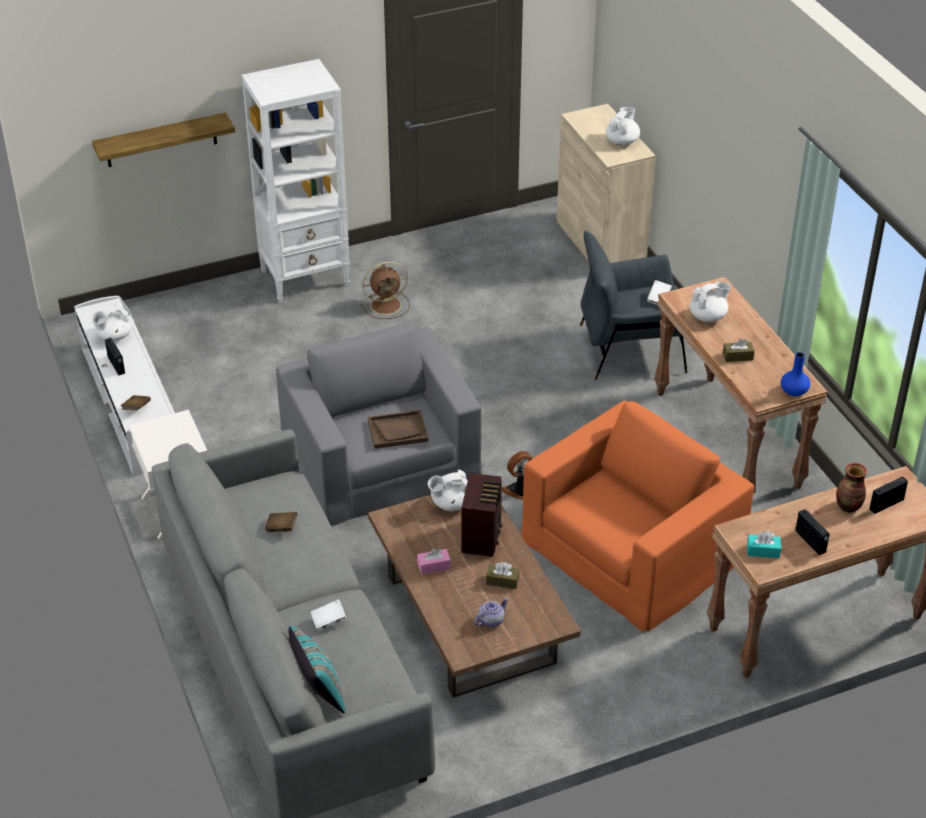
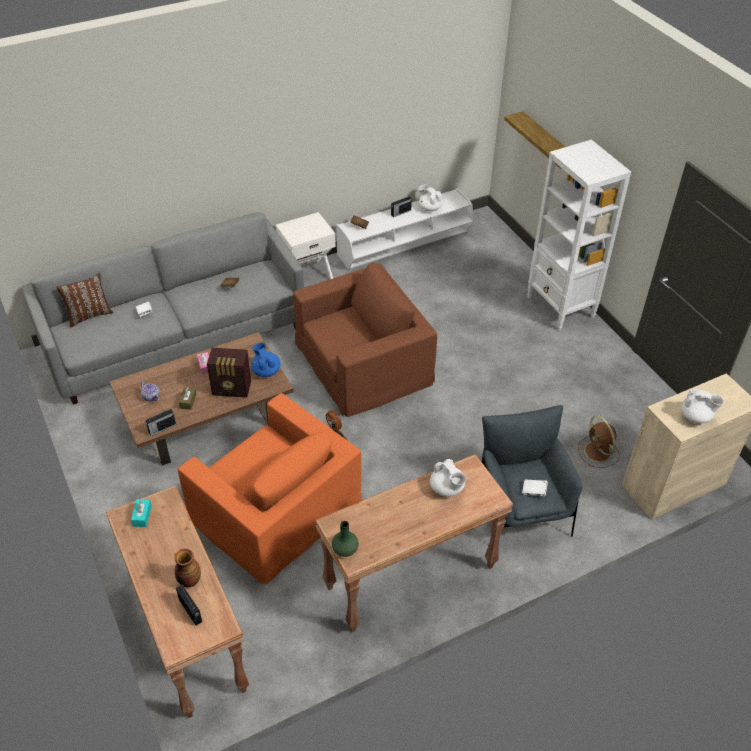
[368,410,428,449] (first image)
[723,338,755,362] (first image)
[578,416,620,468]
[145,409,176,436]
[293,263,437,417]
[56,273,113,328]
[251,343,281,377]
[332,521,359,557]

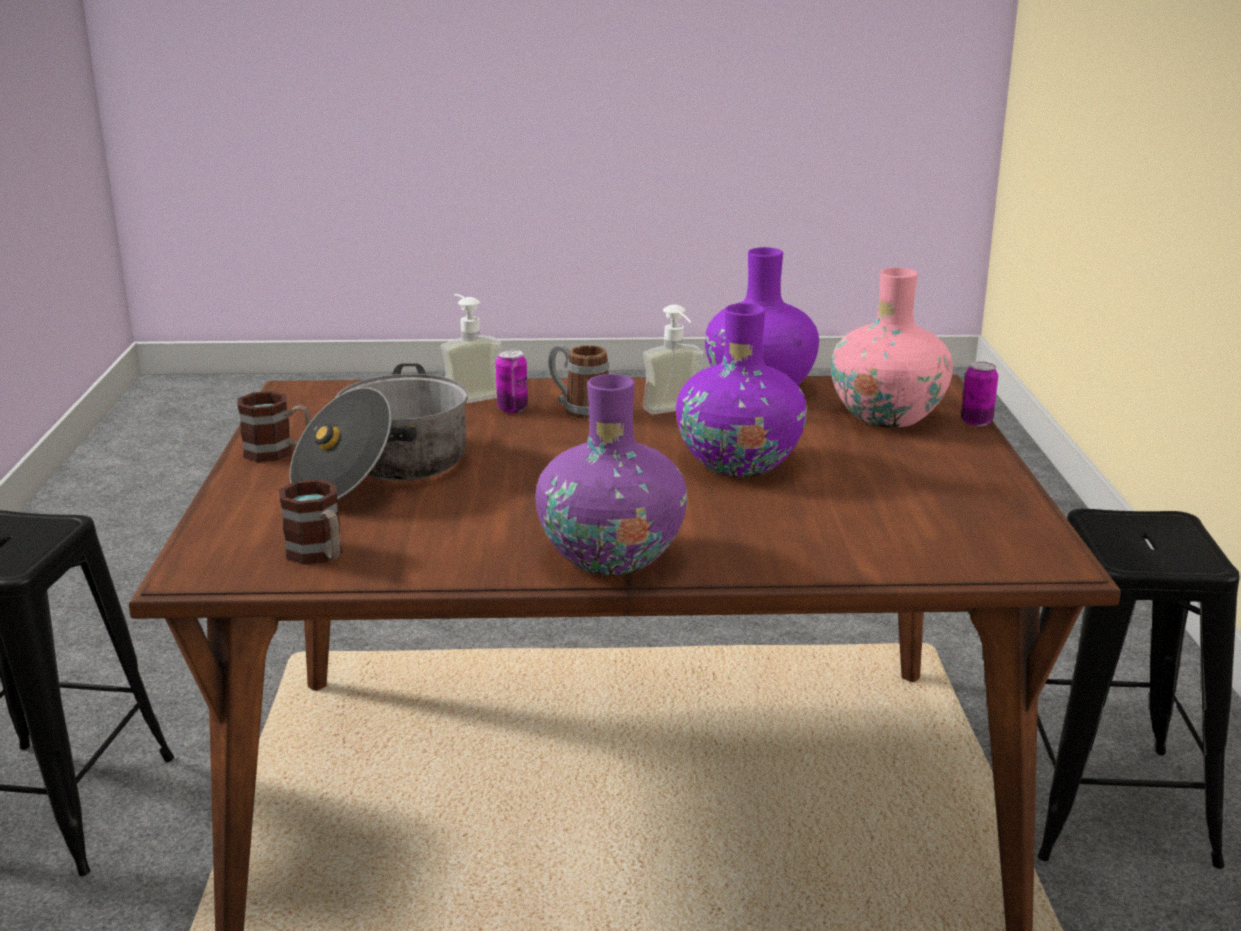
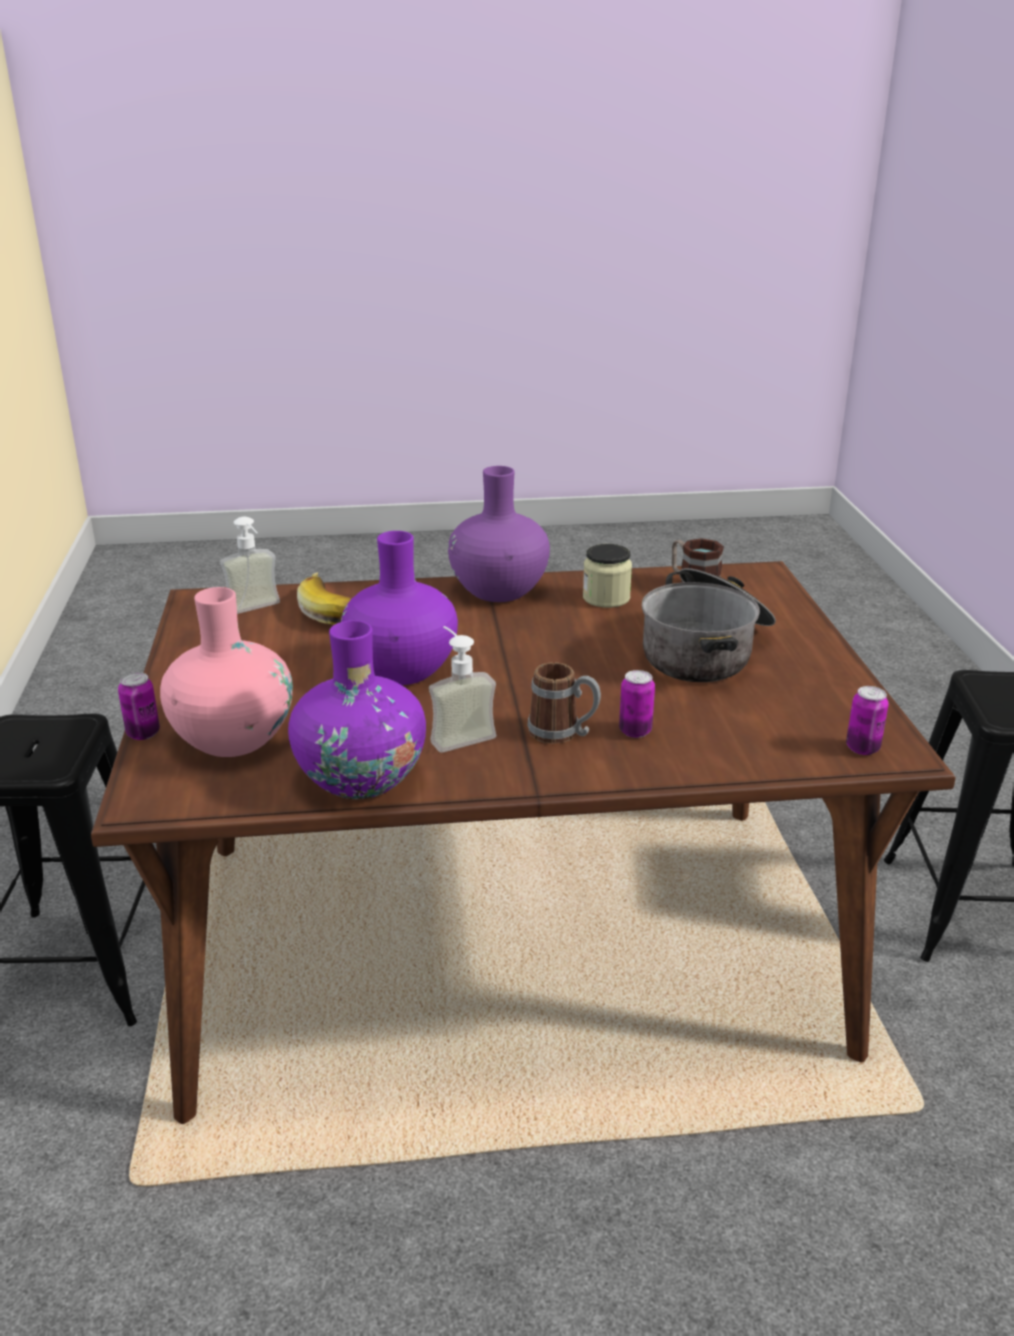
[237,391,311,462] (first image)
[297,572,352,625]
[583,544,632,608]
[846,686,889,755]
[220,517,280,614]

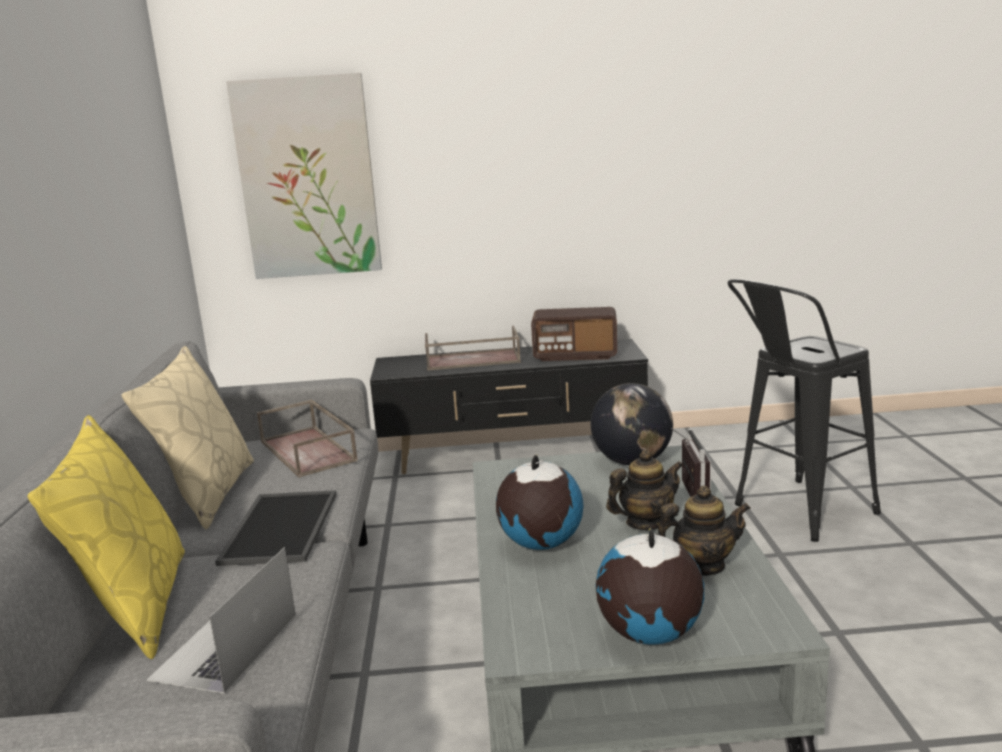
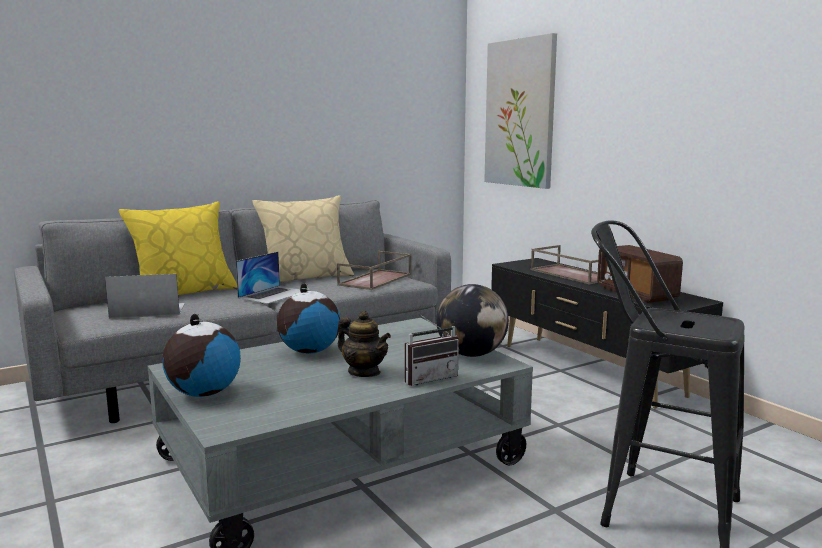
[656,486,751,576] (first image)
[236,252,300,304]

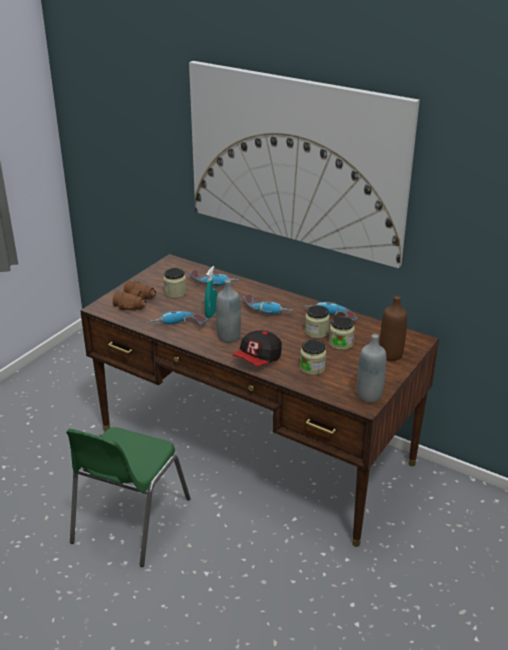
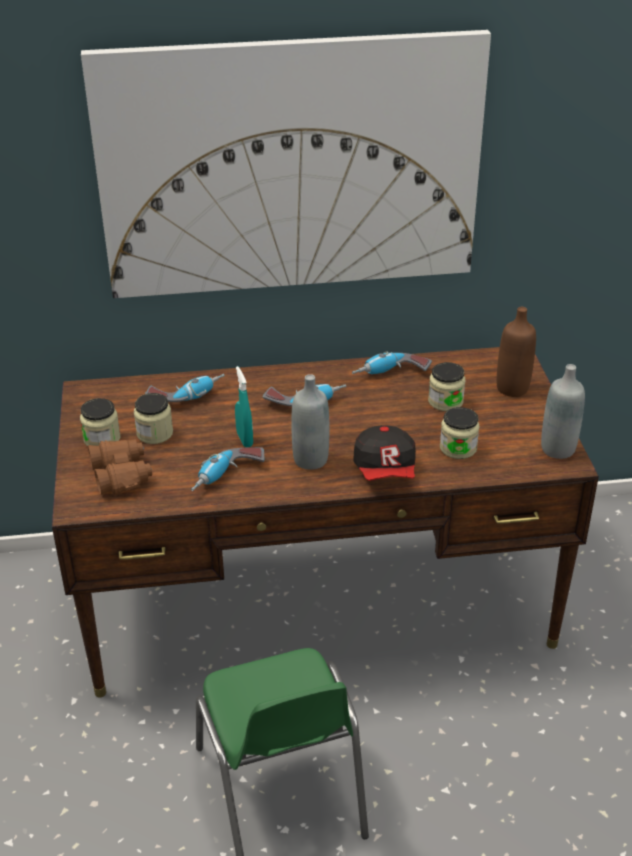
[80,398,120,446]

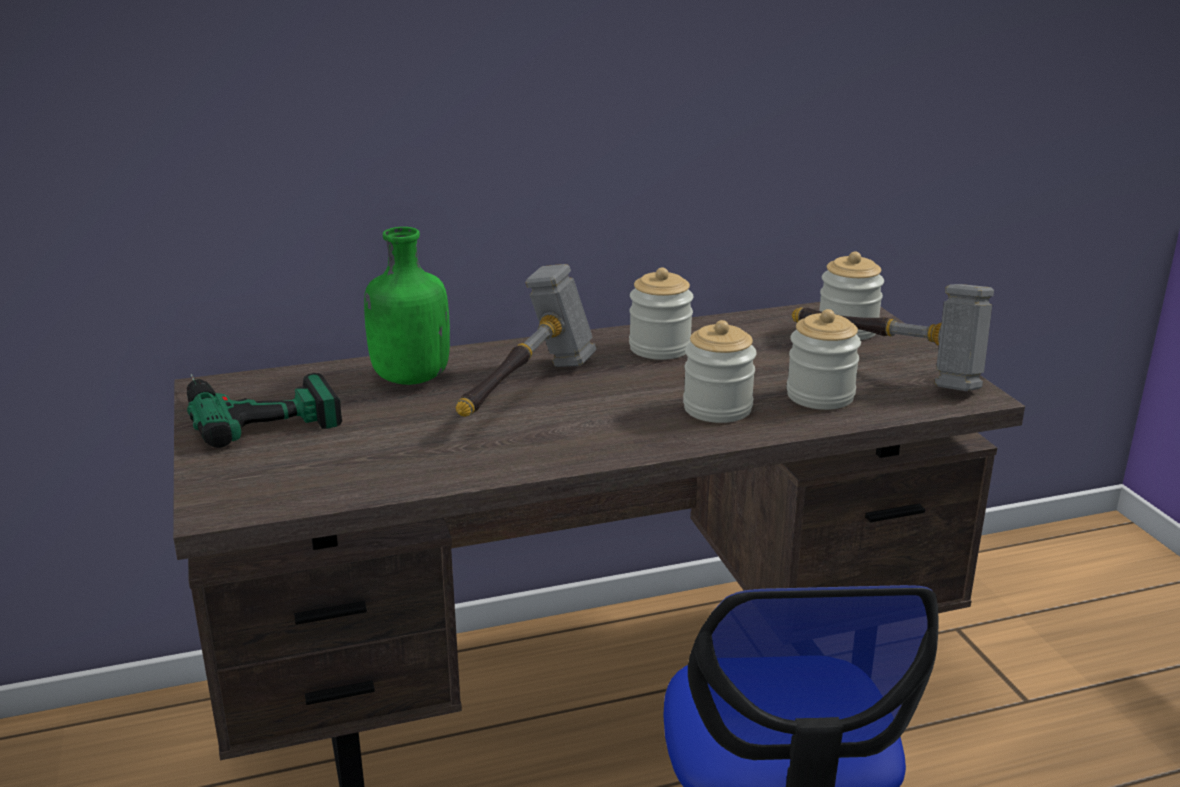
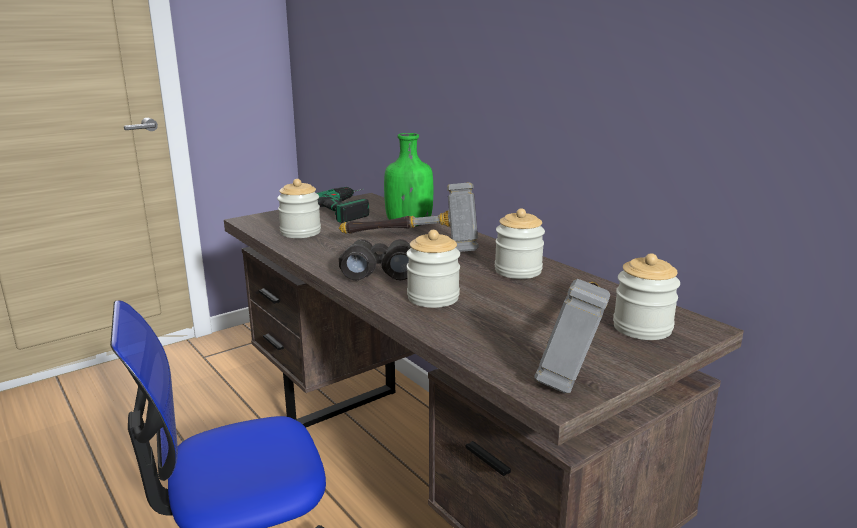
[339,239,411,280]
[277,179,321,238]

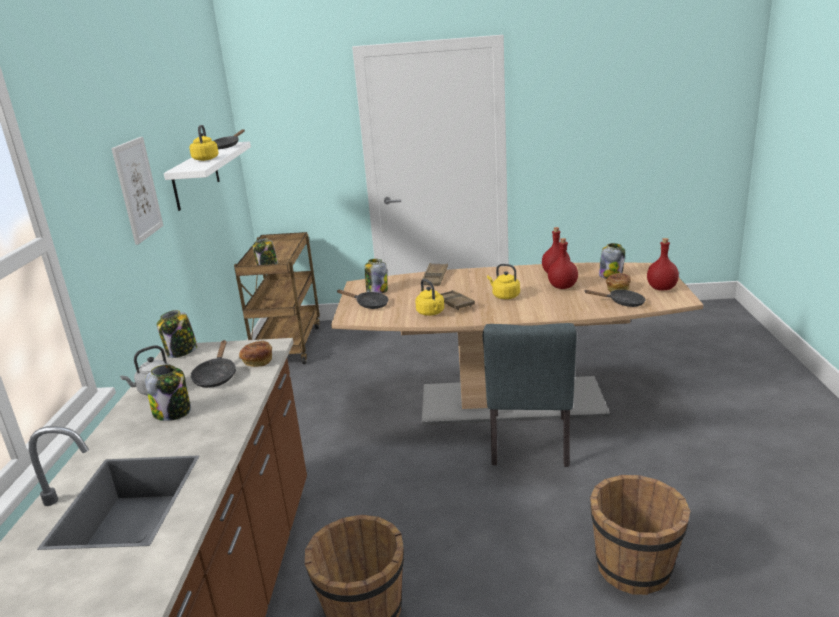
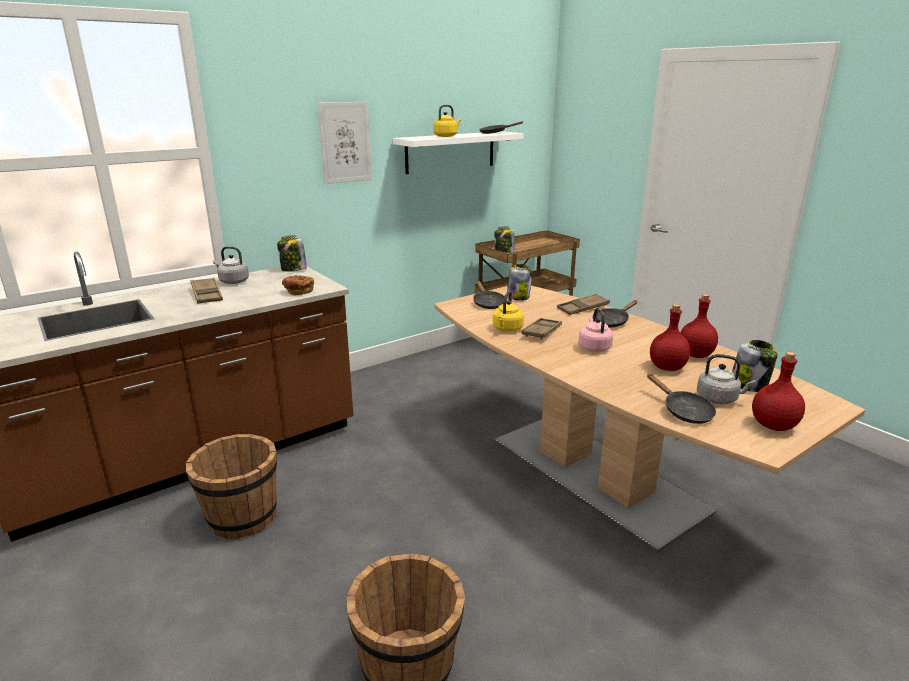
[483,323,577,467] (first image)
[592,300,638,328]
[190,278,223,304]
[697,354,756,404]
[578,308,613,352]

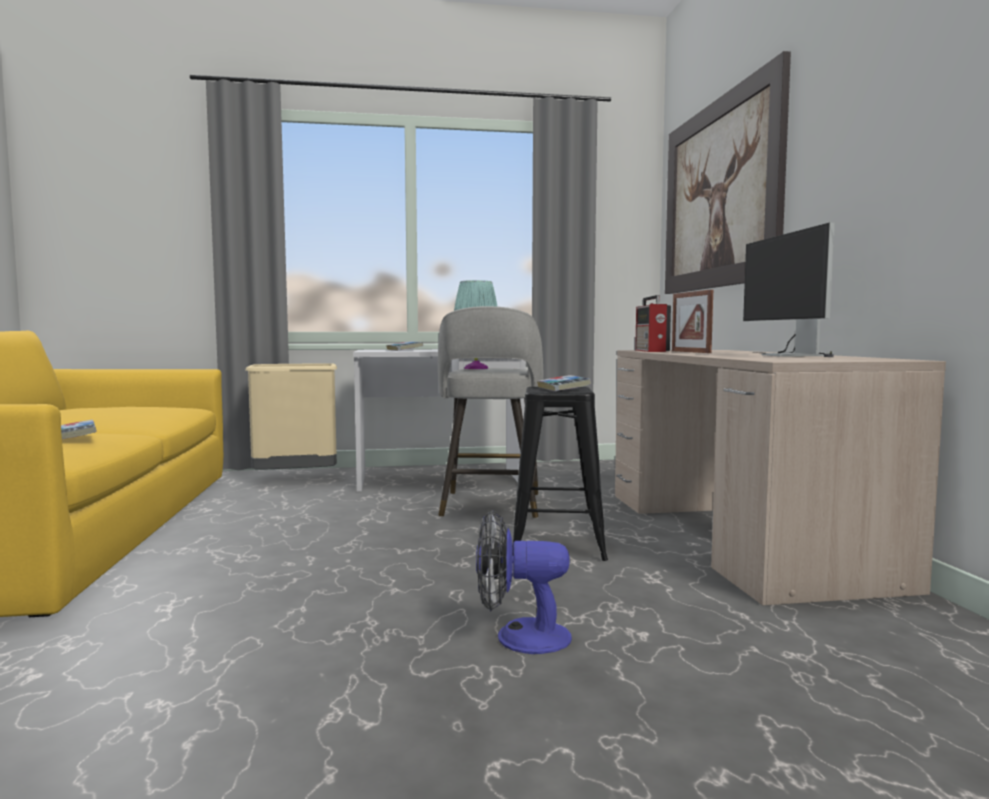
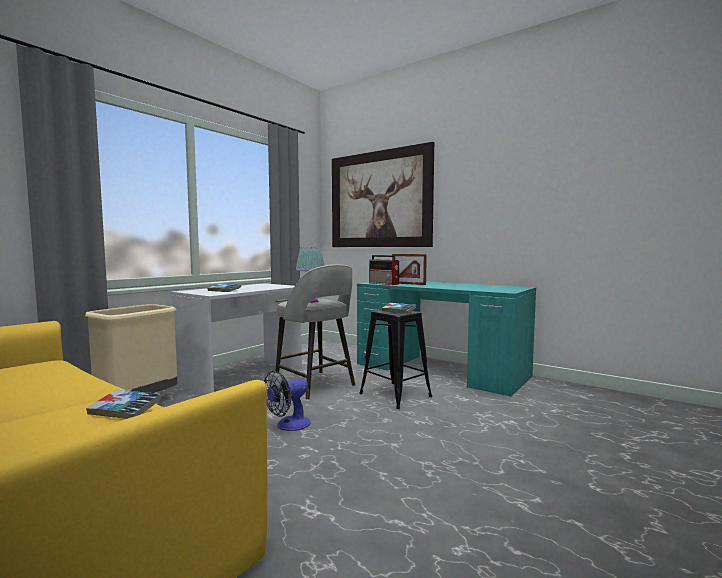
[743,223,835,357] (first image)
[264,371,311,431]
[357,281,536,397]

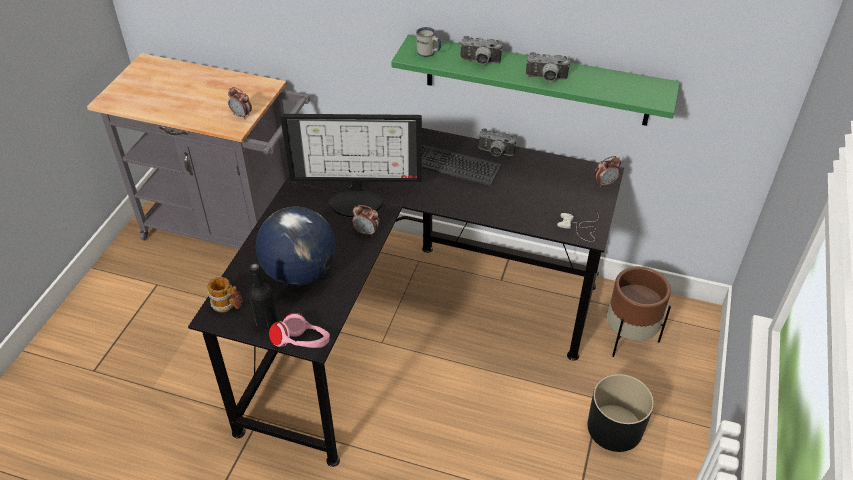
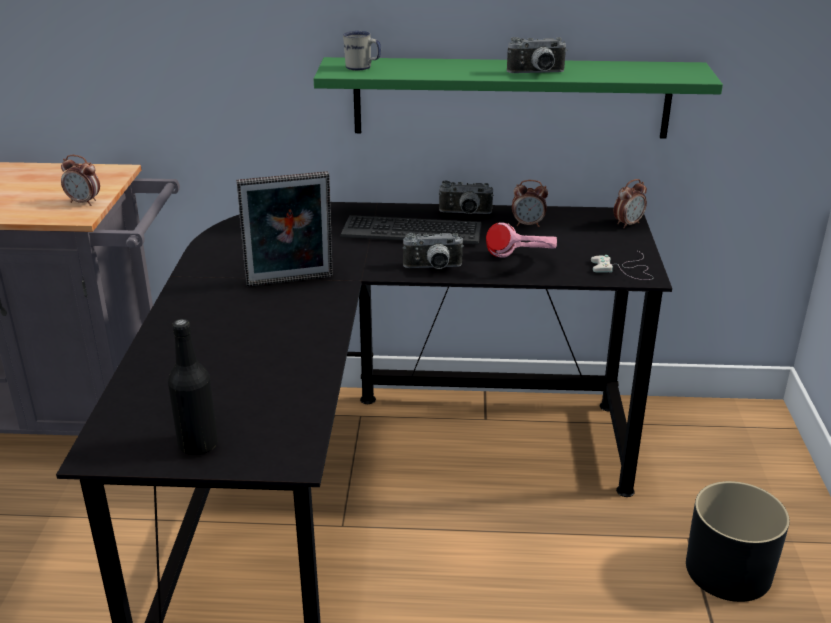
[207,277,243,313] (first image)
[256,207,336,286] (first image)
[607,266,671,357] (first image)
[486,222,557,258]
[512,180,548,227]
[403,233,464,269]
[236,171,333,286]

